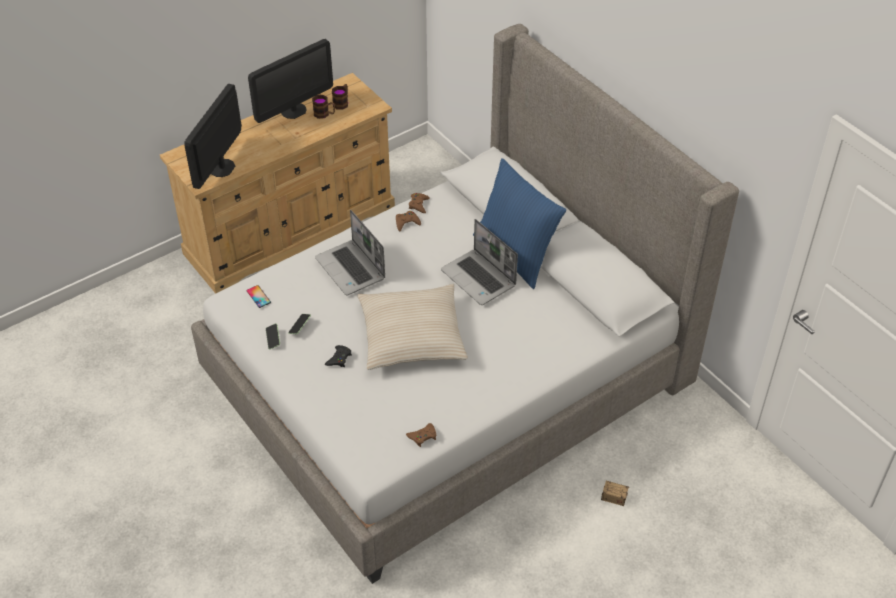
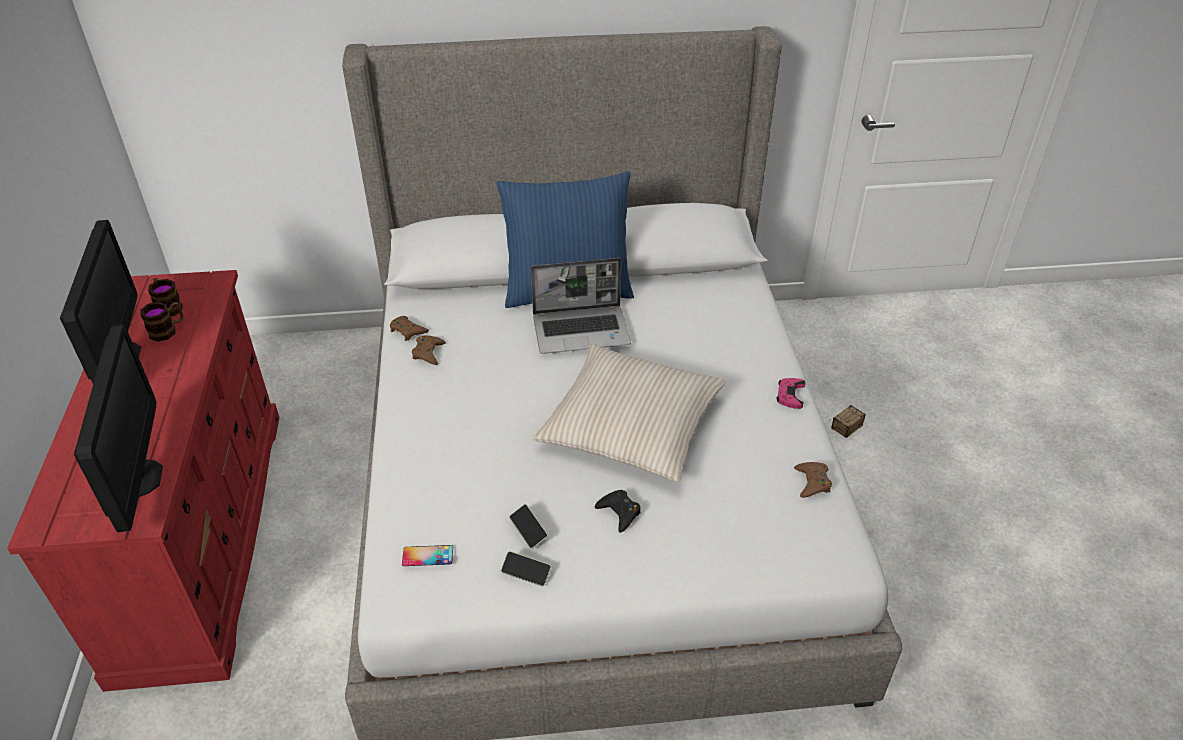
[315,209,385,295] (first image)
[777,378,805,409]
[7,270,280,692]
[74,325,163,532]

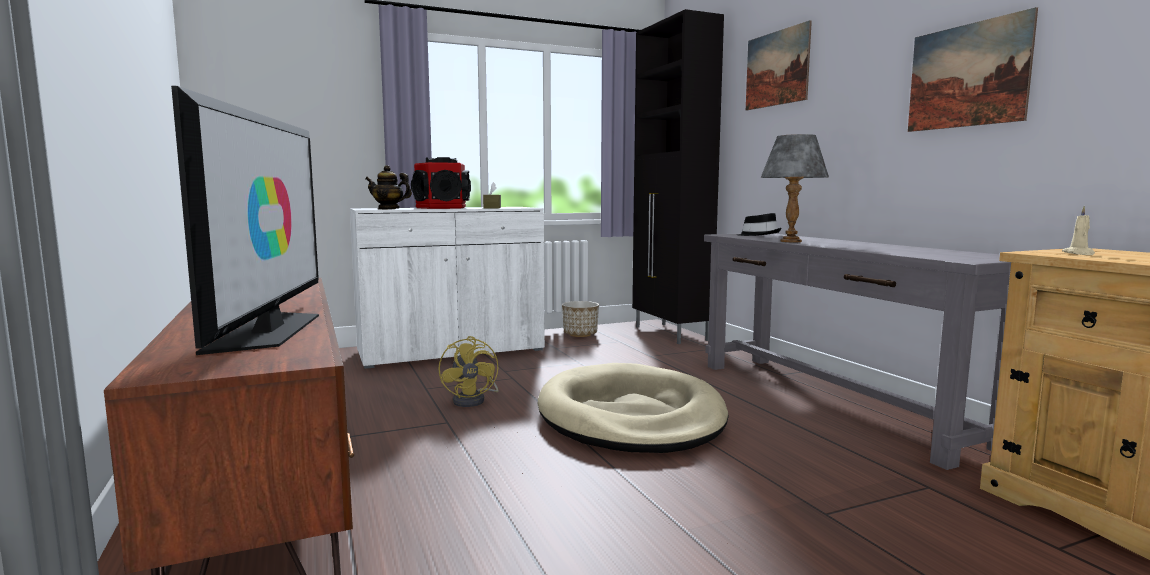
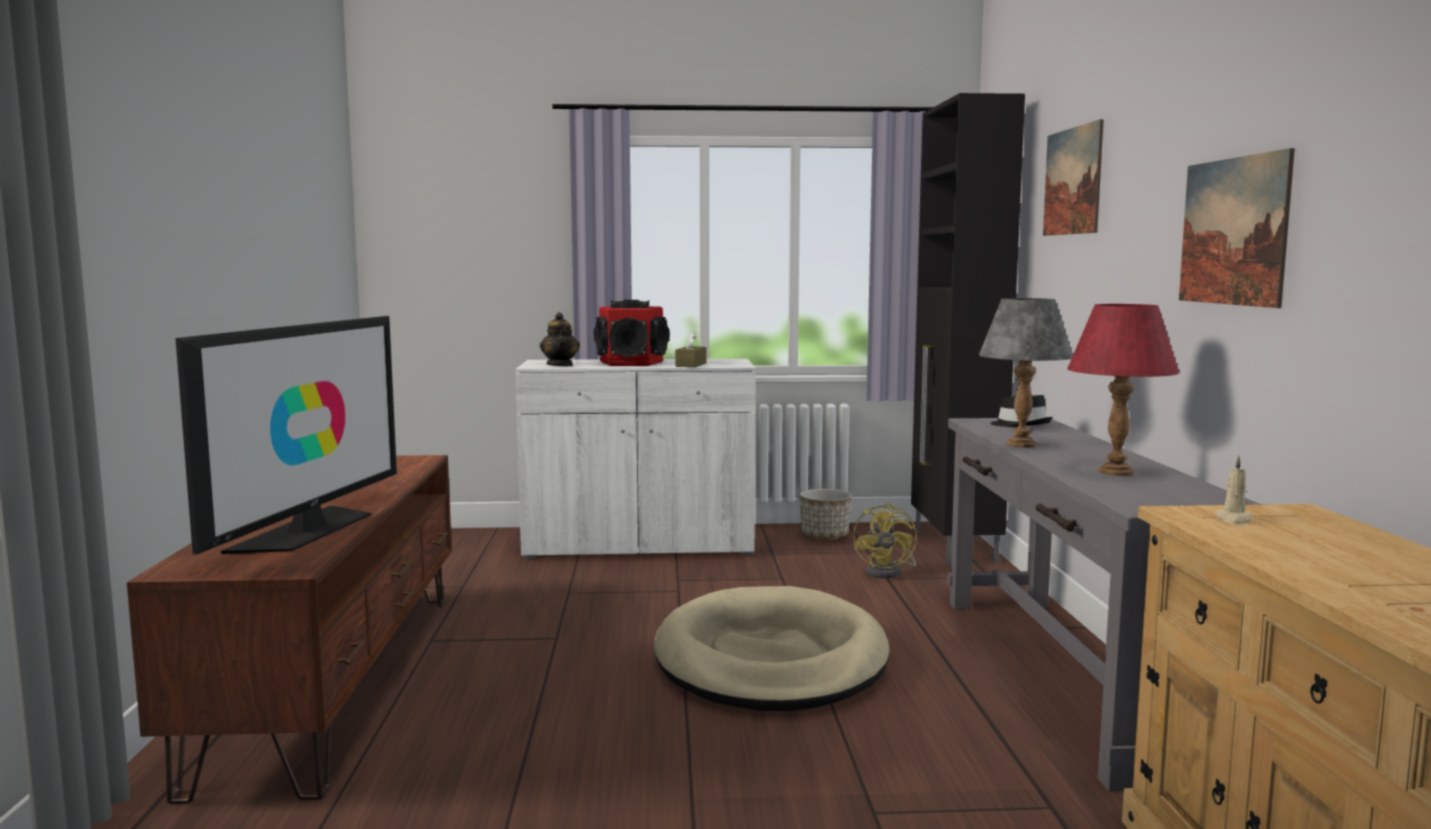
[1067,304,1179,476]
[853,503,917,578]
[540,312,580,366]

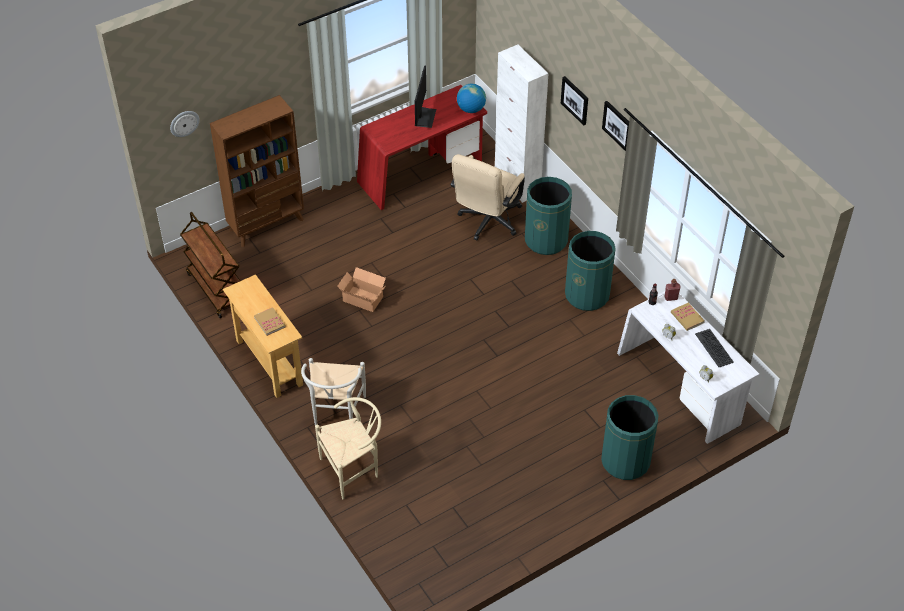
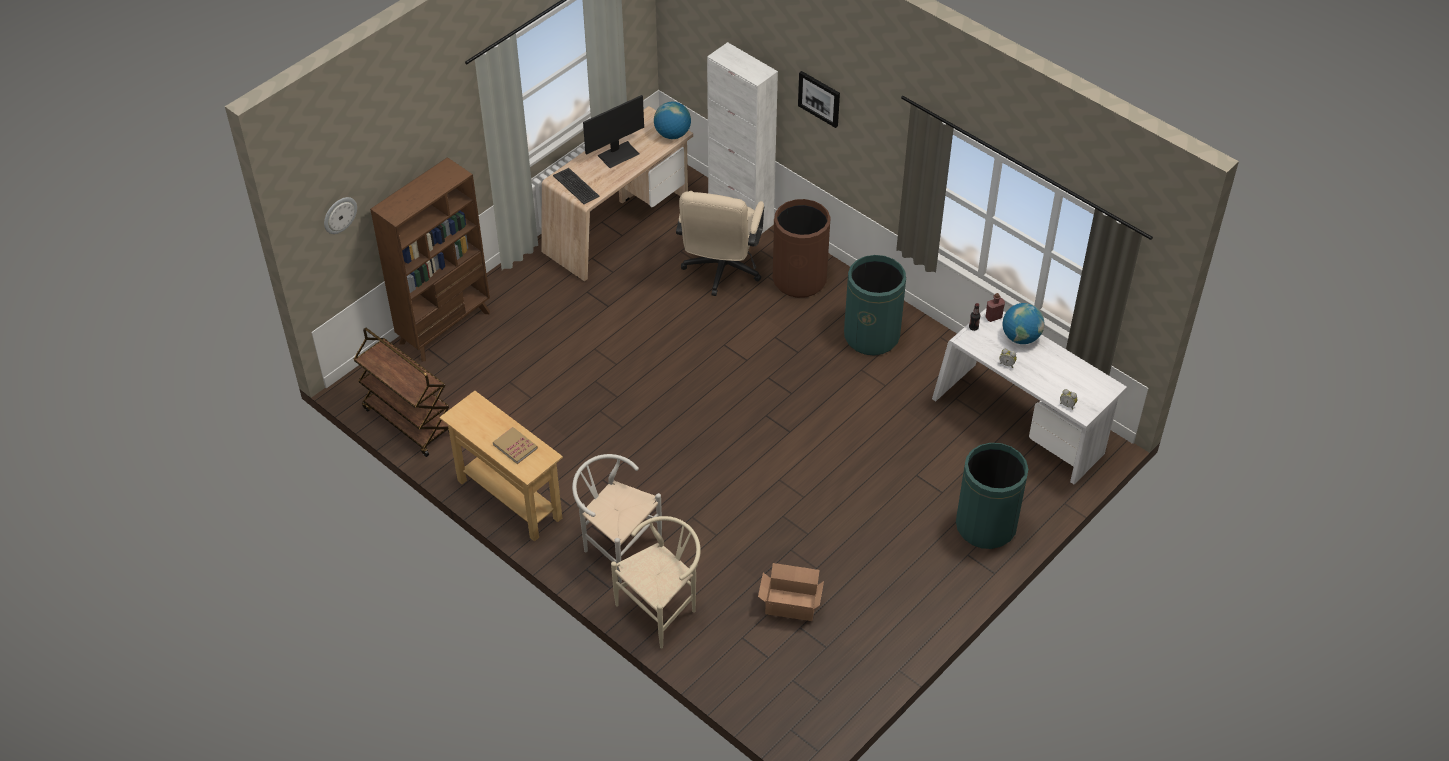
[602,101,629,151] (first image)
[758,563,824,621]
[553,168,600,204]
[1003,303,1044,344]
[541,106,693,281]
[773,199,831,298]
[572,454,662,583]
[583,95,644,168]

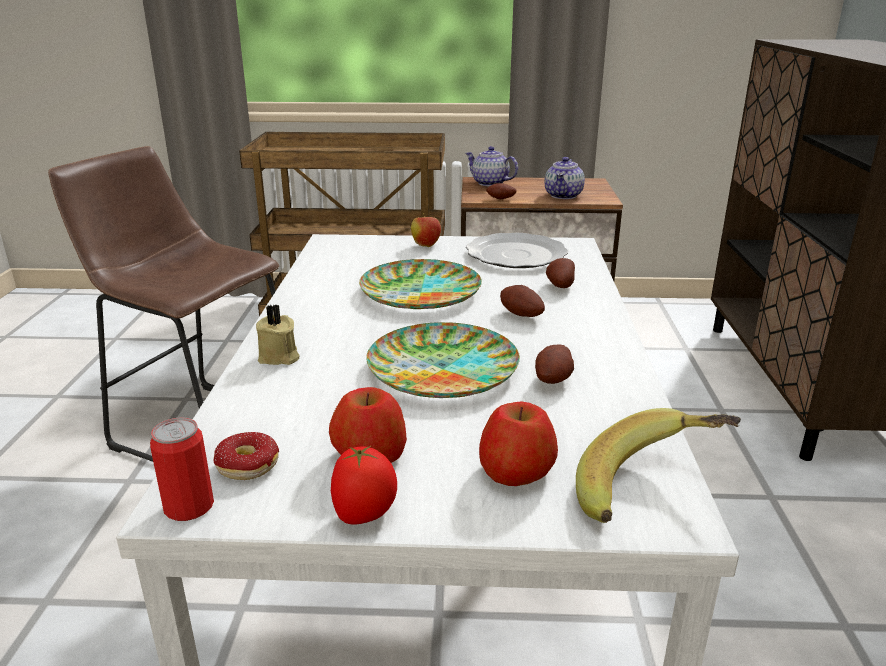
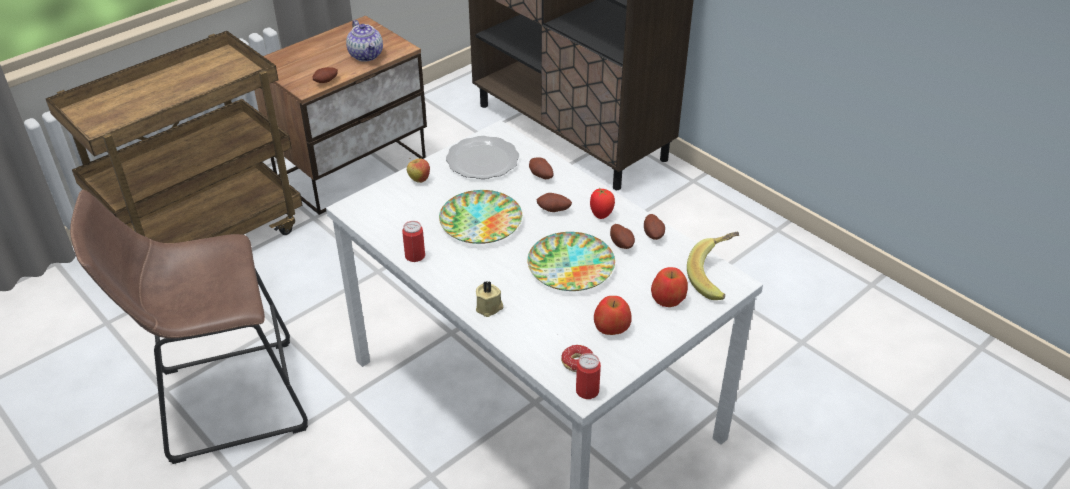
[465,146,518,186] (first image)
[402,221,425,262]
[644,214,665,240]
[590,188,615,219]

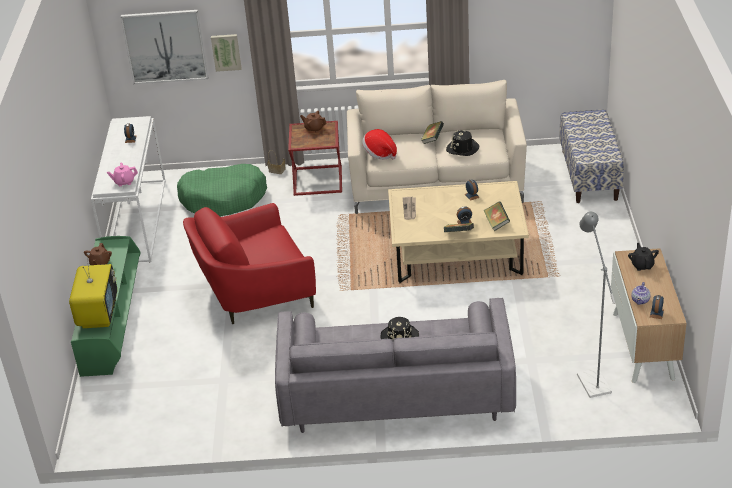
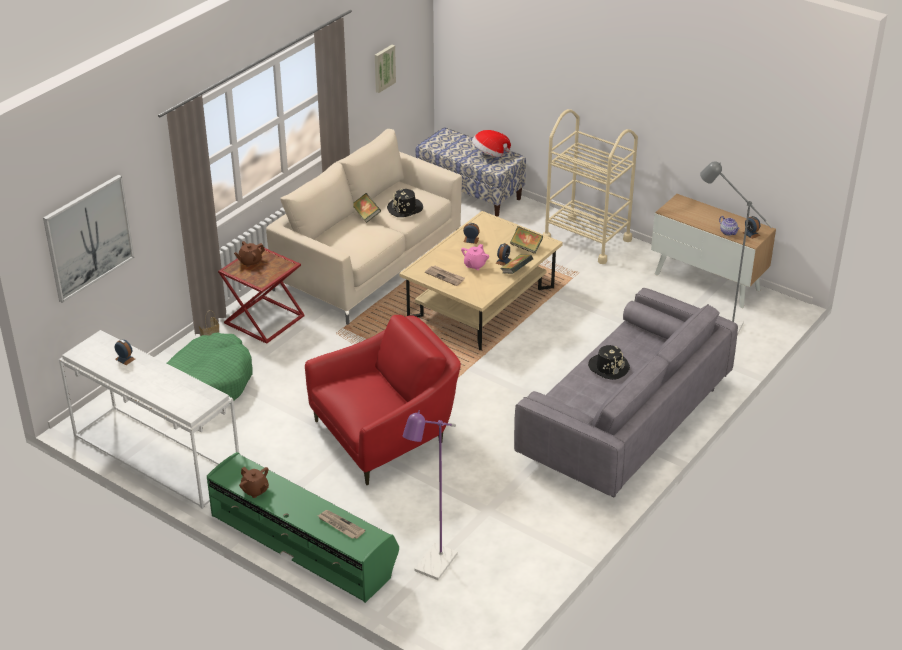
[628,243,659,271] (first image)
[403,410,458,580]
[543,109,638,264]
[461,244,489,270]
[375,45,396,93]
[472,130,511,157]
[318,510,365,539]
[305,315,461,485]

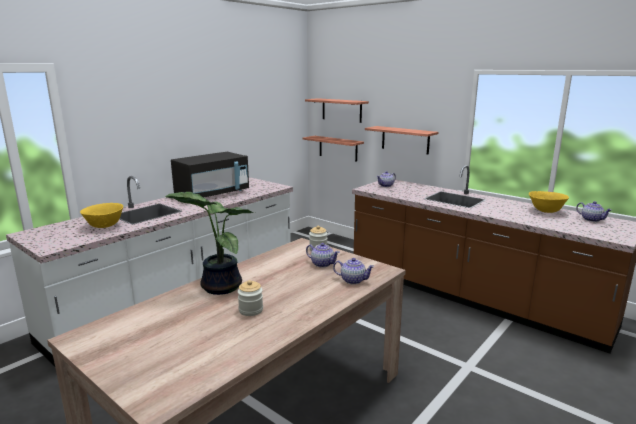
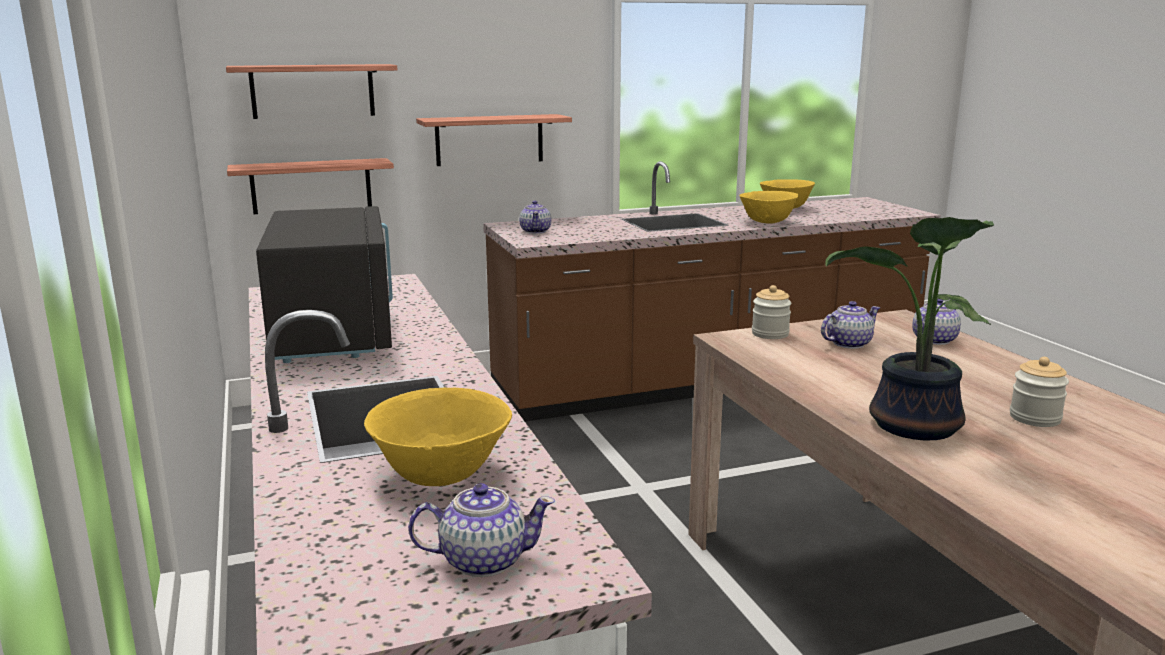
[739,191,799,223]
[408,483,555,577]

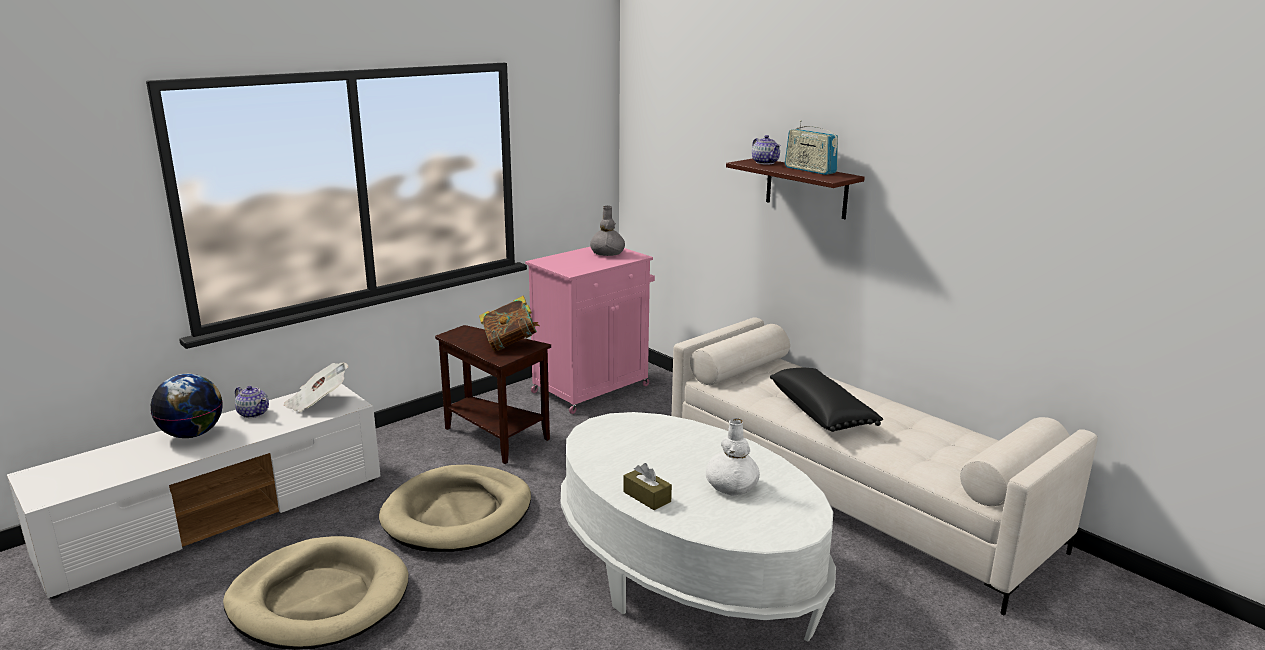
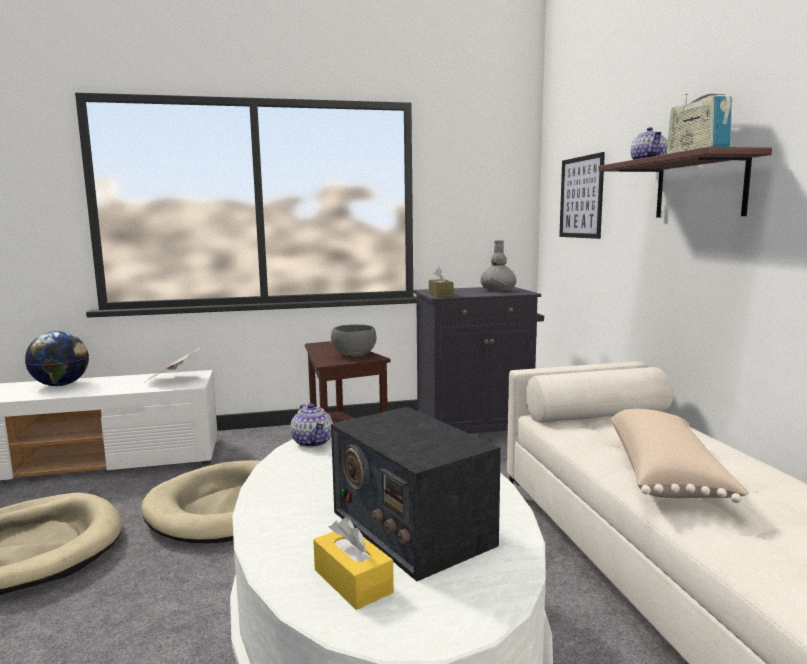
[313,517,394,610]
[559,152,605,239]
[291,403,333,448]
[429,267,454,297]
[331,324,377,357]
[331,407,501,581]
[413,287,544,434]
[611,409,749,503]

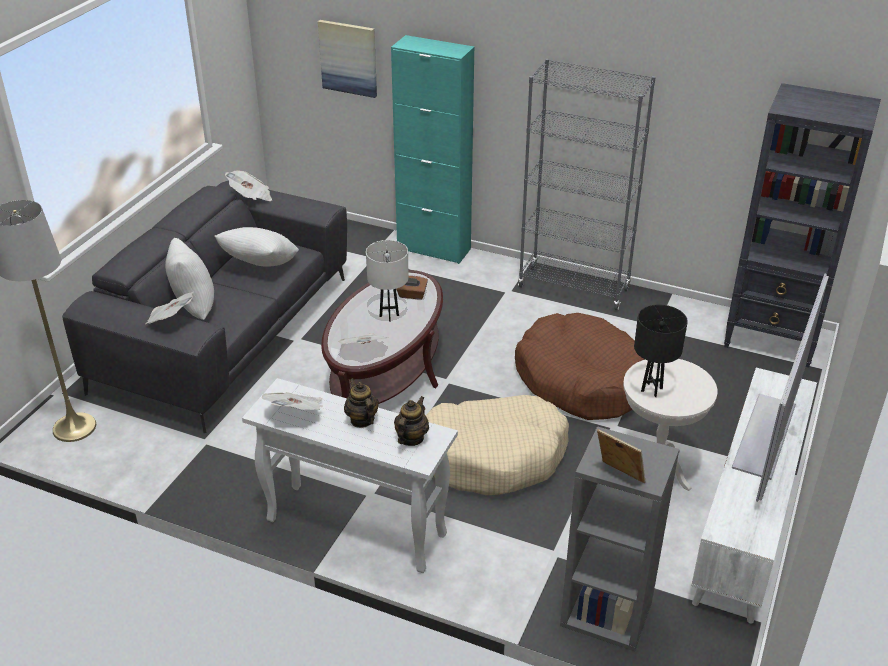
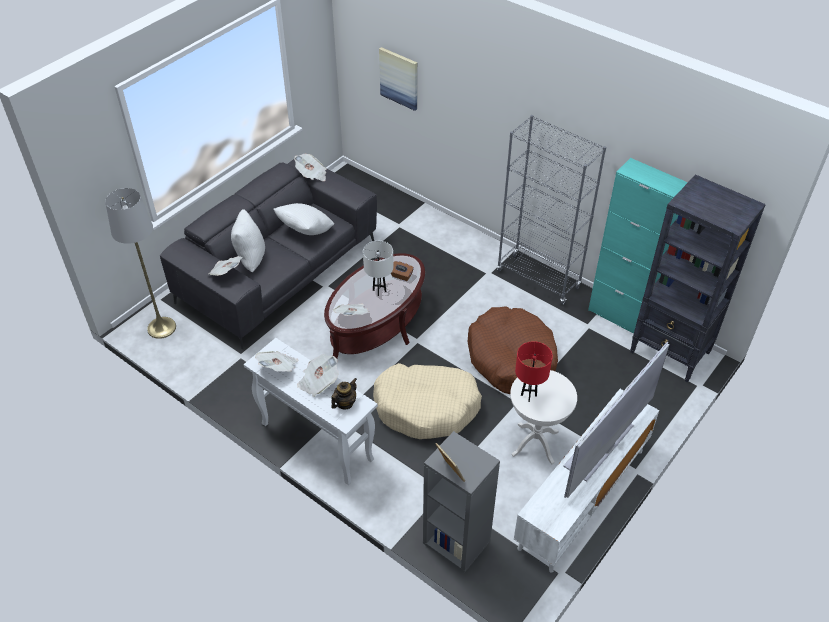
[588,158,688,334]
[297,354,339,397]
[515,341,553,402]

